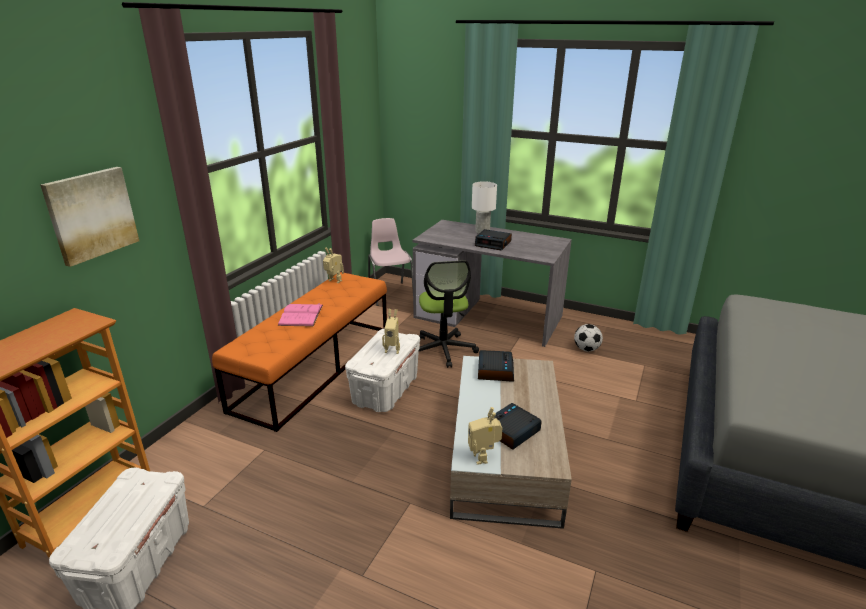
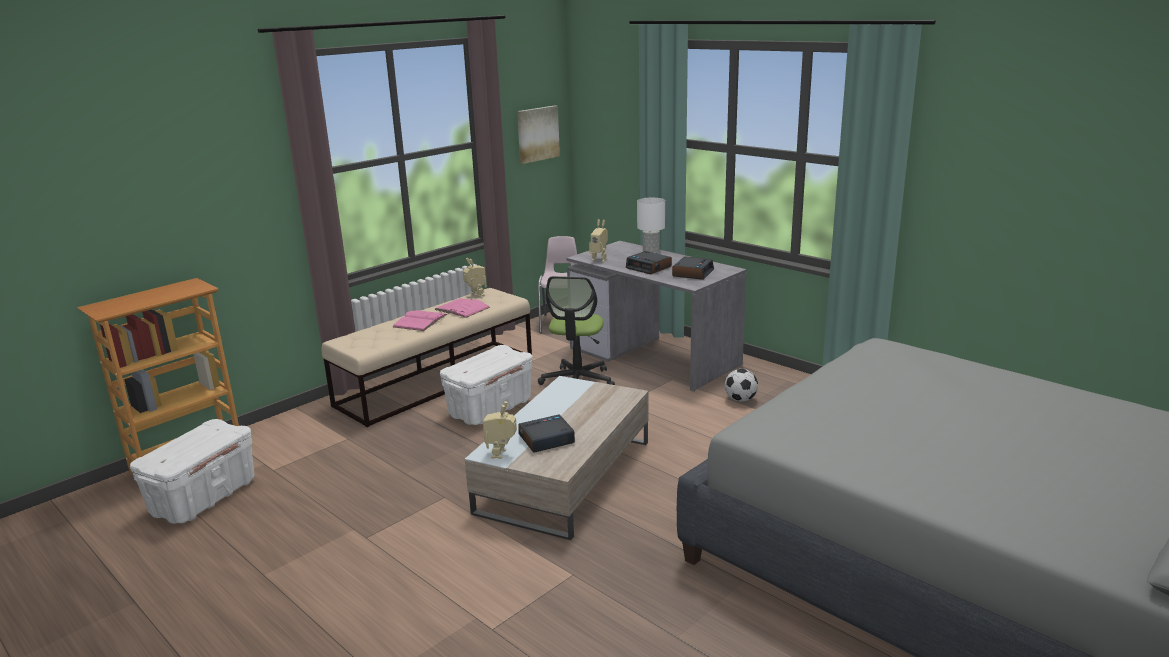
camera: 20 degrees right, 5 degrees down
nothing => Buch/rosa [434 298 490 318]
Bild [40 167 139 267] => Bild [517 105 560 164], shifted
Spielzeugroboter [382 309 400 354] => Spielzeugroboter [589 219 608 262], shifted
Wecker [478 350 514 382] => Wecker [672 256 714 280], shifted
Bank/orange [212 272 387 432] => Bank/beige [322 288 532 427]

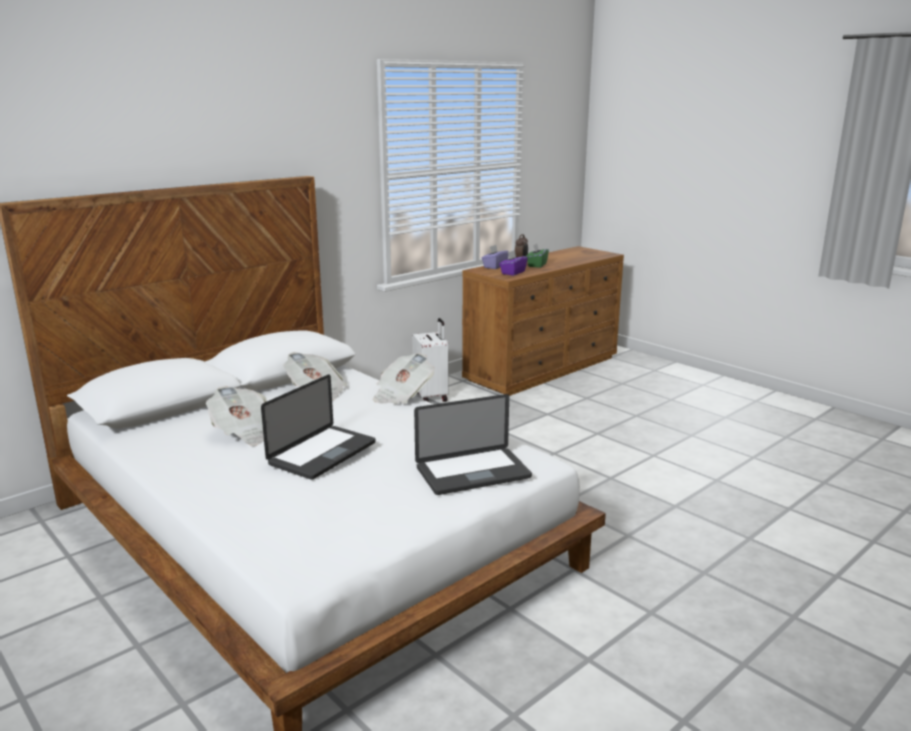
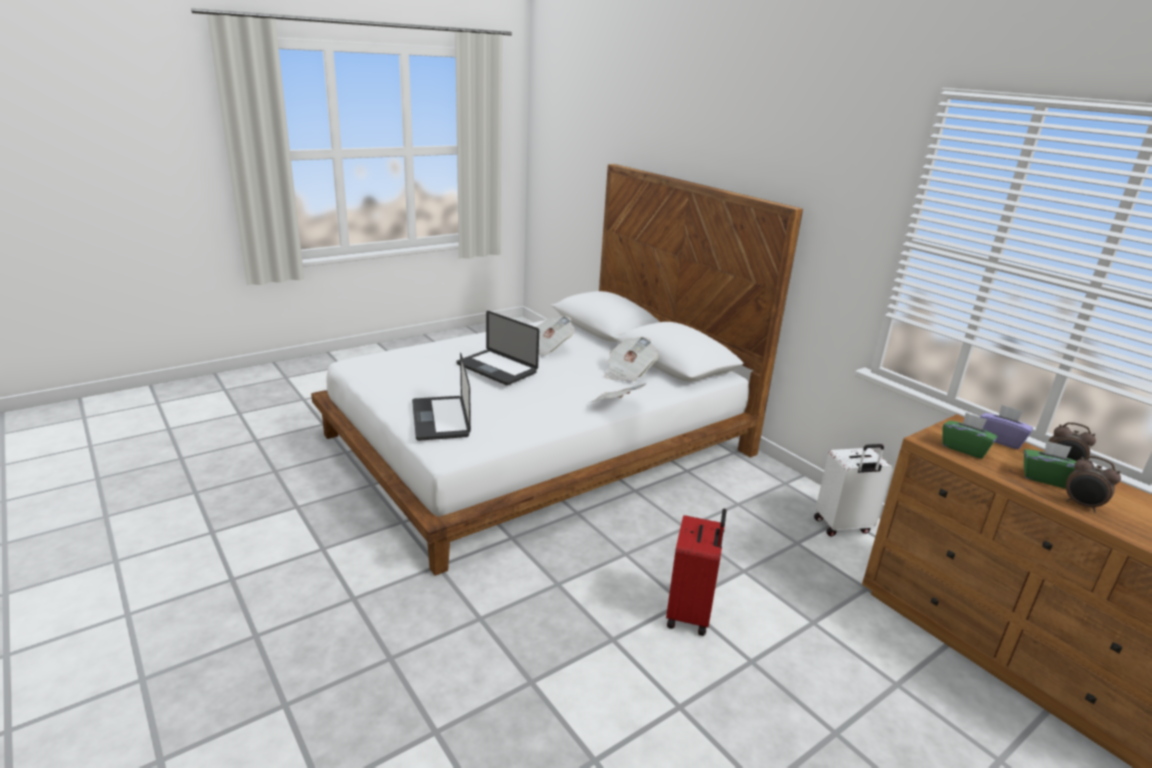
camera: 95 degrees right, 5 degrees up
nothing => Koffer/rot [666 509 727 636]
nothing => Wecker [1066 456 1121 512]
Taschentuchbox/lila [499 250 528 276] => Taschentuchbox/grün [942 412 998 459]

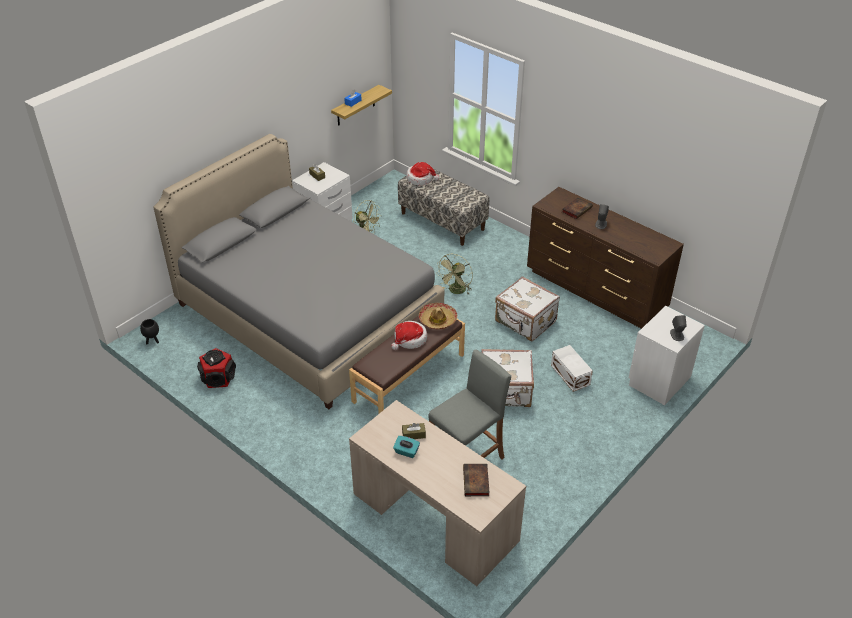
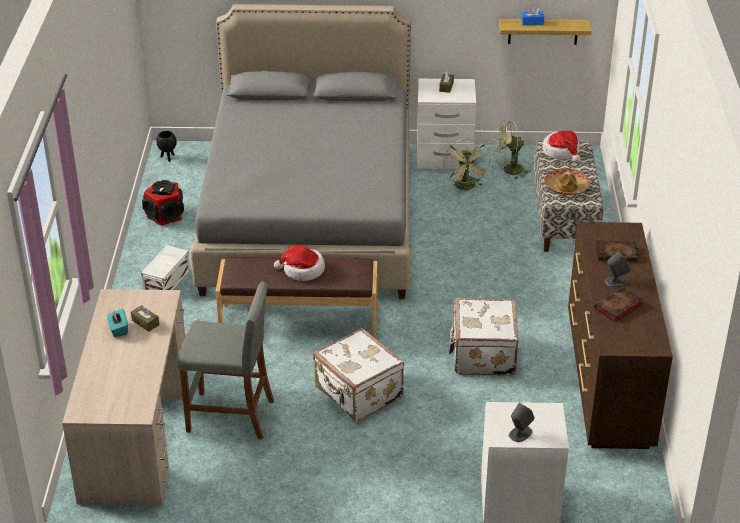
camera: 50 degrees right, 5 degrees down
Hut [419 303 457 330] => Hut [544 168 590 195], shifted
Ventilator/grün [436 254 473 295] => Ventilator/grün [494 120 531 179], shifted
Buch [463 464 490 496] => Buch [594 287 643 322], shifted
Aufbewahrungsbox/weiß [551 345 593 392] => Aufbewahrungsbox/weiß [141 245 190 290], shifted

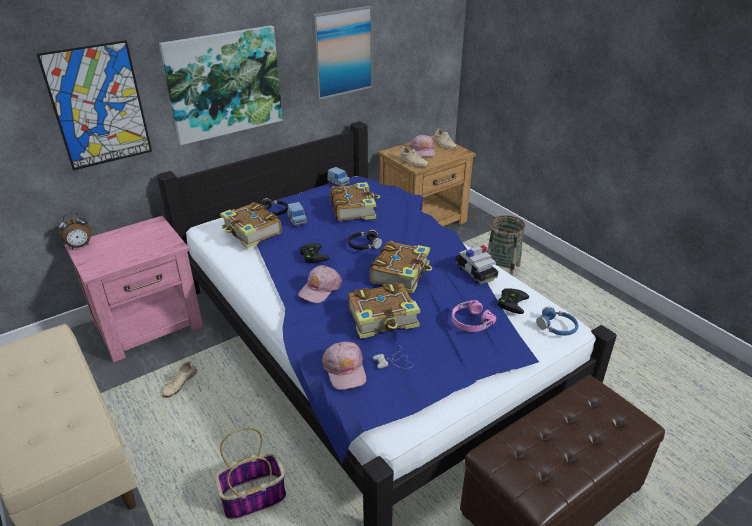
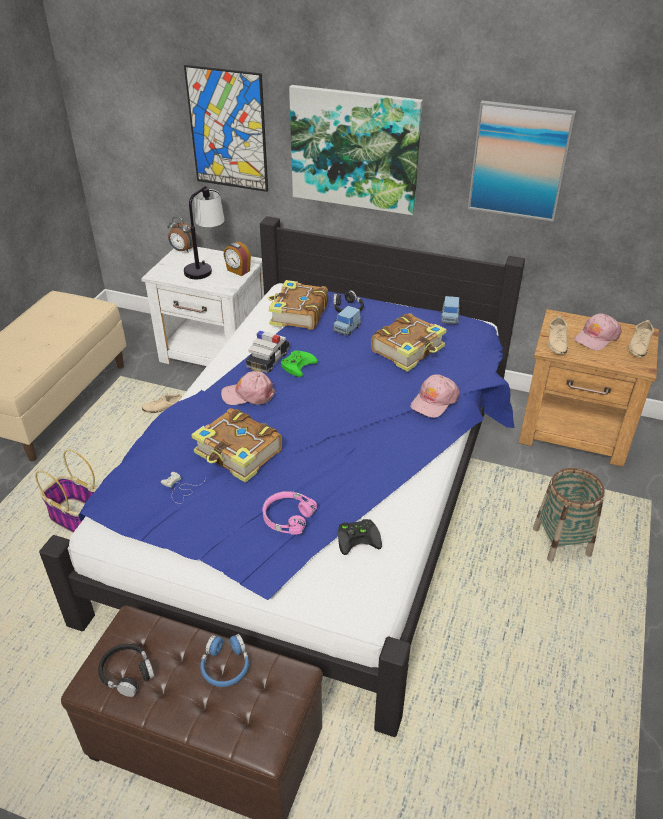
camera: 55 degrees right, 5 degrees up
Buch [370 241 432 294] => nothing
nothing => Tischlampe [184 186 224 279]
nothing => Wecker [224 242 251 276]
Kappe/rosa [322 342 366 390] => Kappe/rosa [410 374 460 418], shifted
Kopfhörer/schwarz [348 230 382 250] => Kopfhörer/schwarz [98 644 154 697], shifted
Spielzeugauto [455 245 499 284] => Spielzeugauto [246 330 289 373], shifted
Kopfhörer/blau [536 307 578 336] => Kopfhörer/blau [200 634 249 687], shifted
Nachttisch/rosa [64 216 203 363] => Nachttisch/weiß [141 247 264 366]
Gamepad/schwarz [300 243 329 263] => Gamepad/grün [281 350 318 377]

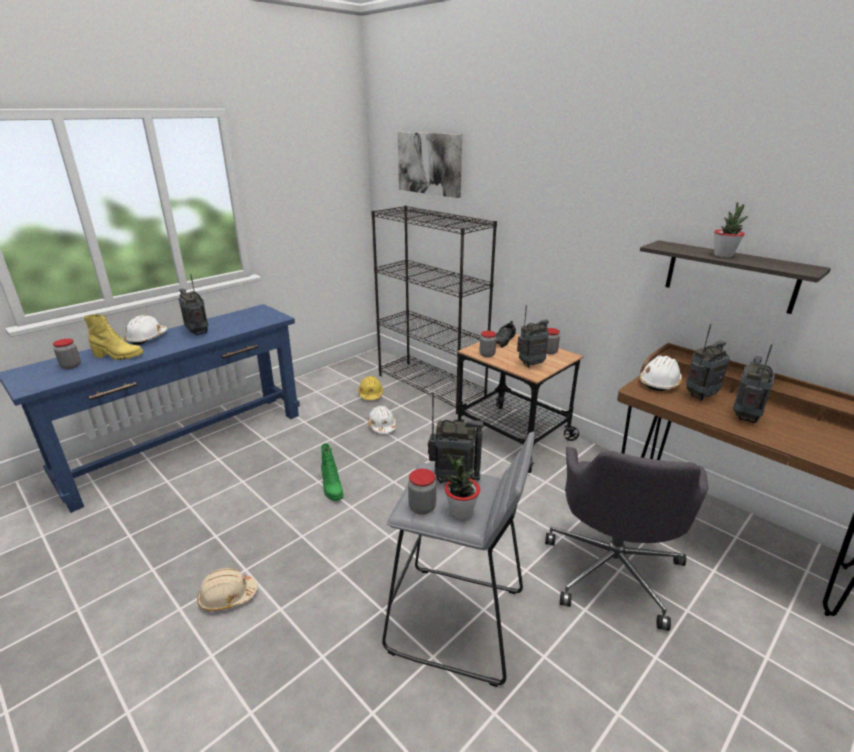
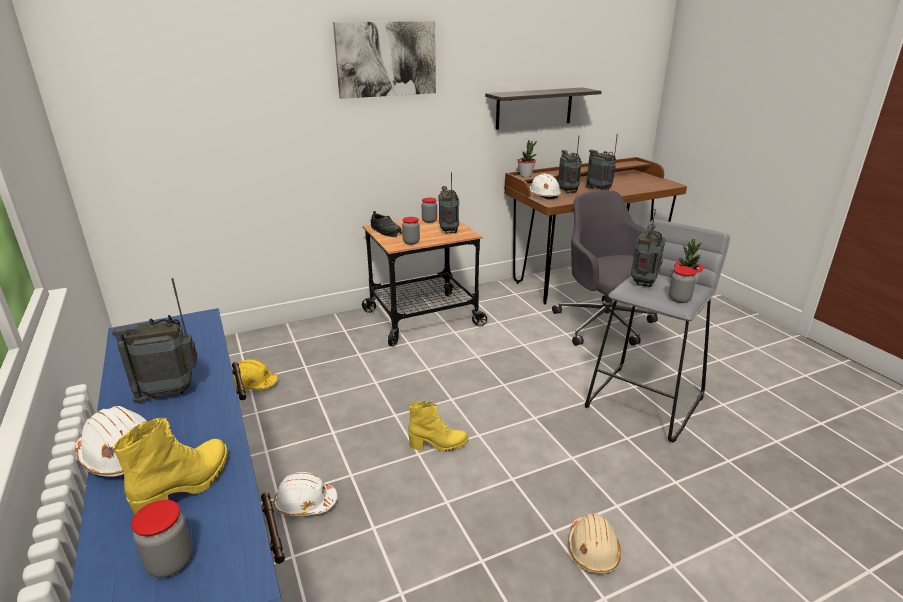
camera: 70 degrees left, 0 degrees up
Bücherregal/schwarz [371 206 497 414] => nothing
Schutzhelm/weiß [368 406 396 433] => Schutzhelm/weiß [274 472 337 516], shifted
Bild [398 132 462 198] => Bild [333 21 436 99], shifted
Topfpflanze [714 202 749 258] => Topfpflanze [517 140 537 177], shifted
Stiefel/grün [321 443 343 501] => Stiefel/gelb [408 401 468 452]
Bürostuhl/grau [545 447 708 631] => Bürostuhl/grau [552 190 658 346], 150 degrees counterclockwise

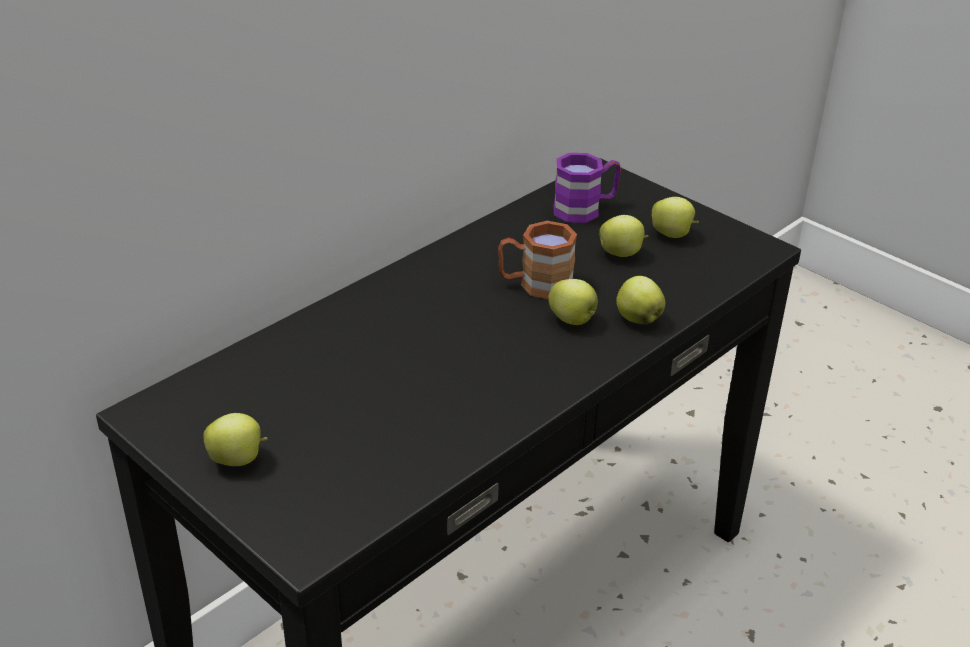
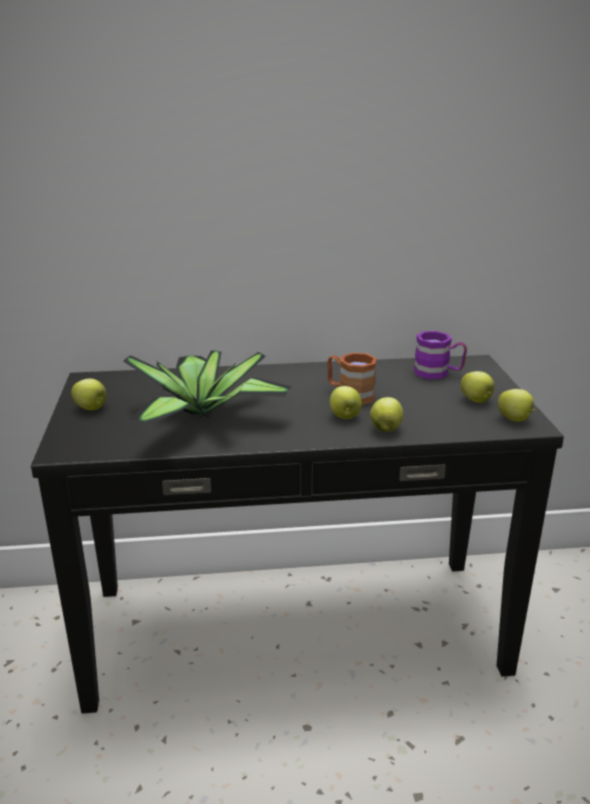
camera: 40 degrees right, 10 degrees down
nothing => Topfpflanze [123 351 292 424]
Apfel [599 215 648 257] => Apfel [498 389 536 422], shifted

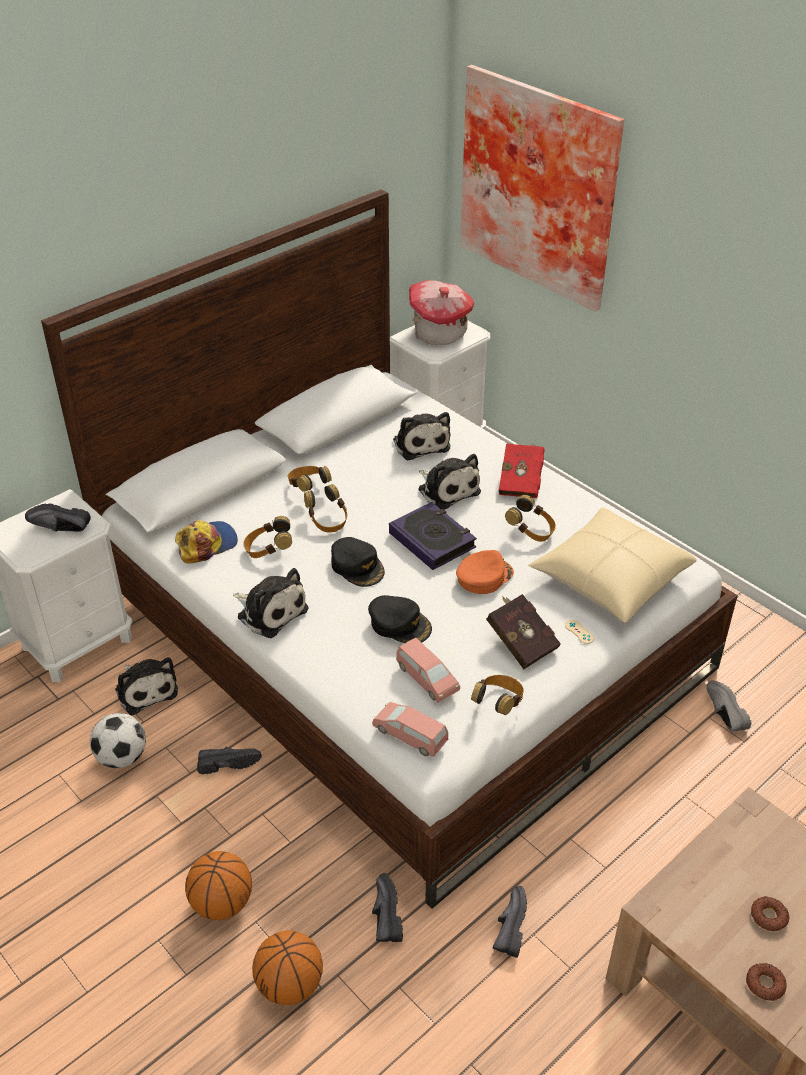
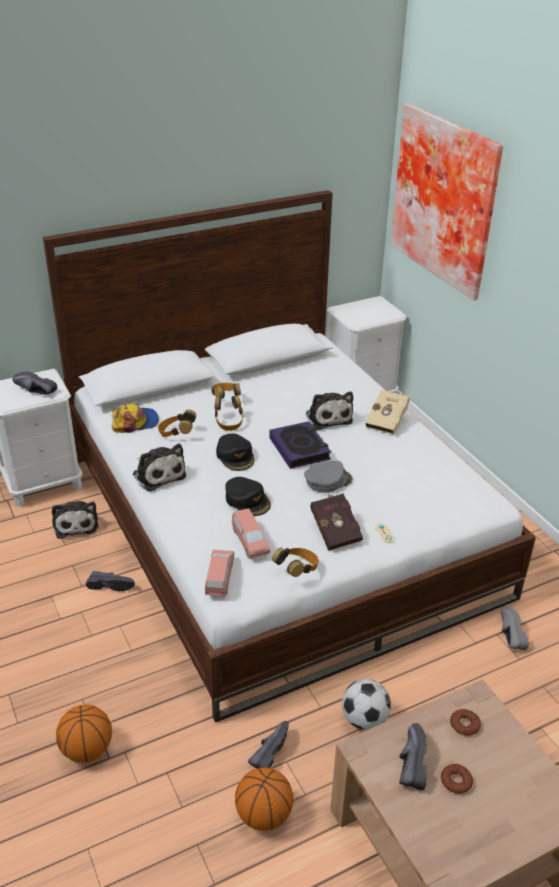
camera: 15 degrees right, 5 degrees down
Plüschtier [393 412 451 460] => nothing
Spielzeughaus [409 280 474 345] => nothing
Kopfhörer [505 495 556 542] => nothing
Kissen/beige [528 508 697 623] => nothing
Fußball [90 713 146 768] => Fußball [342 679 391 730], shifted
Basketball [185 851 252 920] => Basketball [235 767 293 831], shifted
Schuh/schwarz [372 873 403 942] => Schuh/schwarz [399 723 427 791], shifted
Donut [746 963 787 1001] => Donut [450 709 481 736], shifted
Kappe/orange [456 550 514 594] => Kappe/grau [304 461 353 493]
Buch/rot [499 442 545 498] => Buch/beige [365 390 410 434]
Spielzeugauto/rosa [372 702 448 757] => Spielzeugauto/rosa [205 549 234 596], 45 degrees clockwise

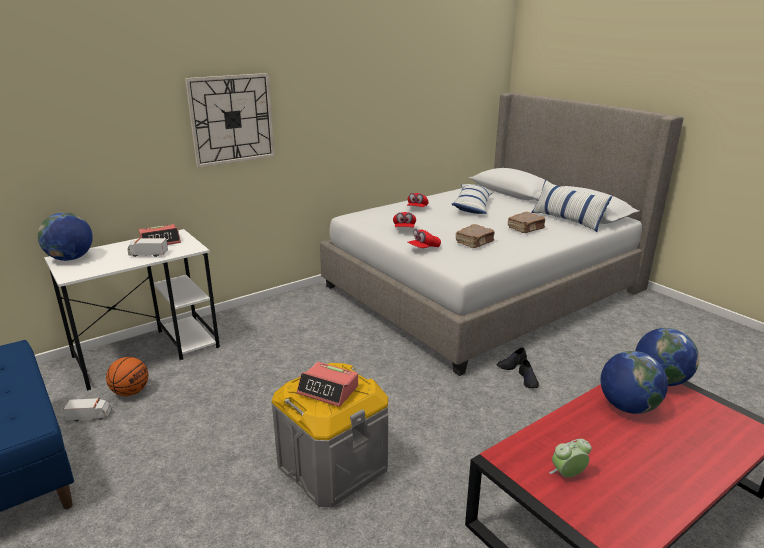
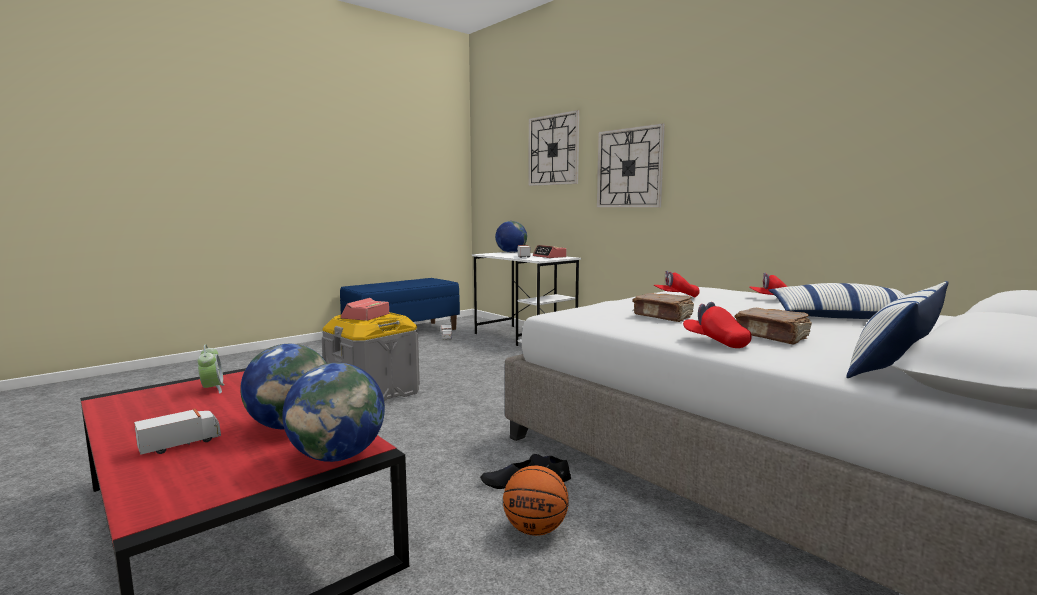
camera: 85 degrees right, 15 degrees down
nothing => Spielzeuglaster [134 408 221 455]
nothing => Wanduhr [528 110 580 186]
Basketball [106 357 148 396] => Basketball [503 466 569 536], shifted
Kappe/rot [407 228 441 248] => Kappe/rot [683 302 751 348], shifted

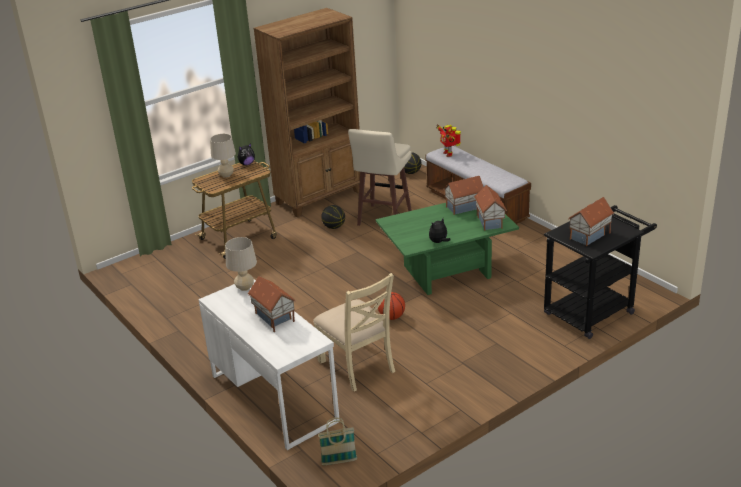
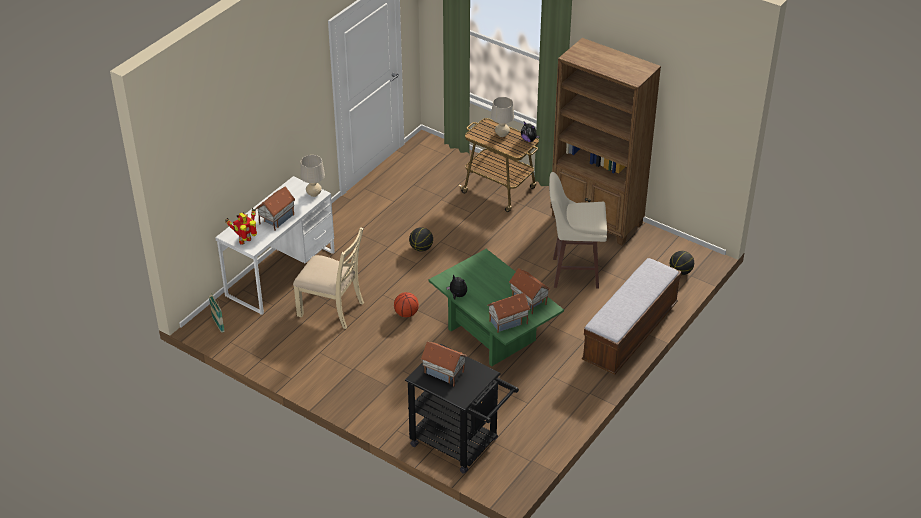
camera: 70 degrees right, 10 degrees up
Basketball [321 205 345 229] => Basketball [409 227 433 252], shifted
Spielzeugroboter [436 124 461 157] => Spielzeugroboter [225 208 257 245], shifted
Stuhl/beige [313 273 395 392] => Stuhl/beige [293 227 364 329], 105 degrees counterclockwise

